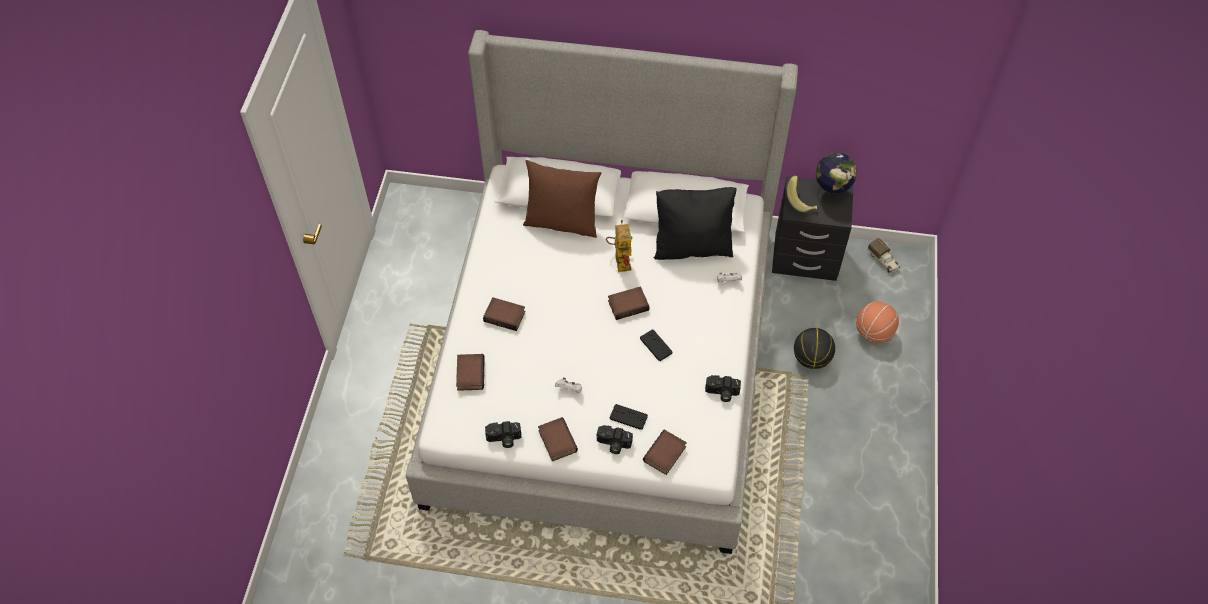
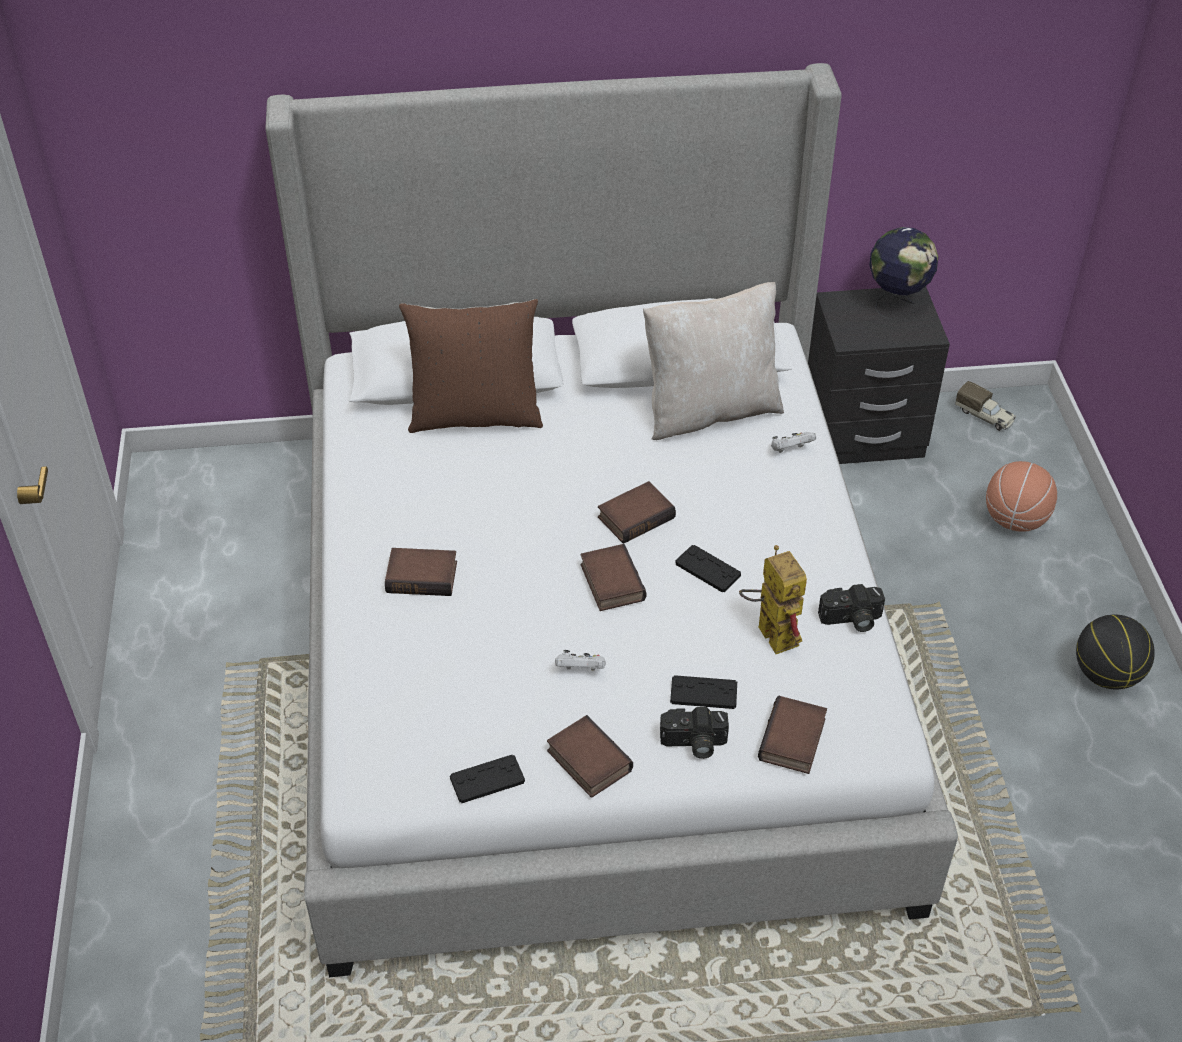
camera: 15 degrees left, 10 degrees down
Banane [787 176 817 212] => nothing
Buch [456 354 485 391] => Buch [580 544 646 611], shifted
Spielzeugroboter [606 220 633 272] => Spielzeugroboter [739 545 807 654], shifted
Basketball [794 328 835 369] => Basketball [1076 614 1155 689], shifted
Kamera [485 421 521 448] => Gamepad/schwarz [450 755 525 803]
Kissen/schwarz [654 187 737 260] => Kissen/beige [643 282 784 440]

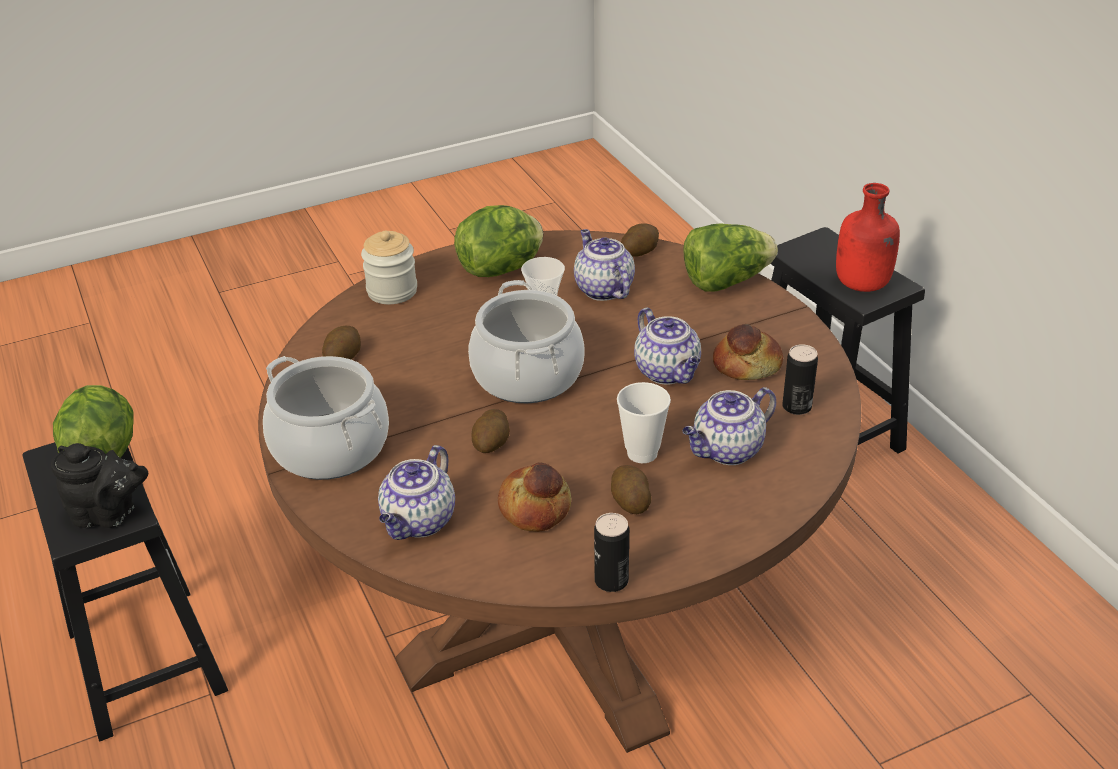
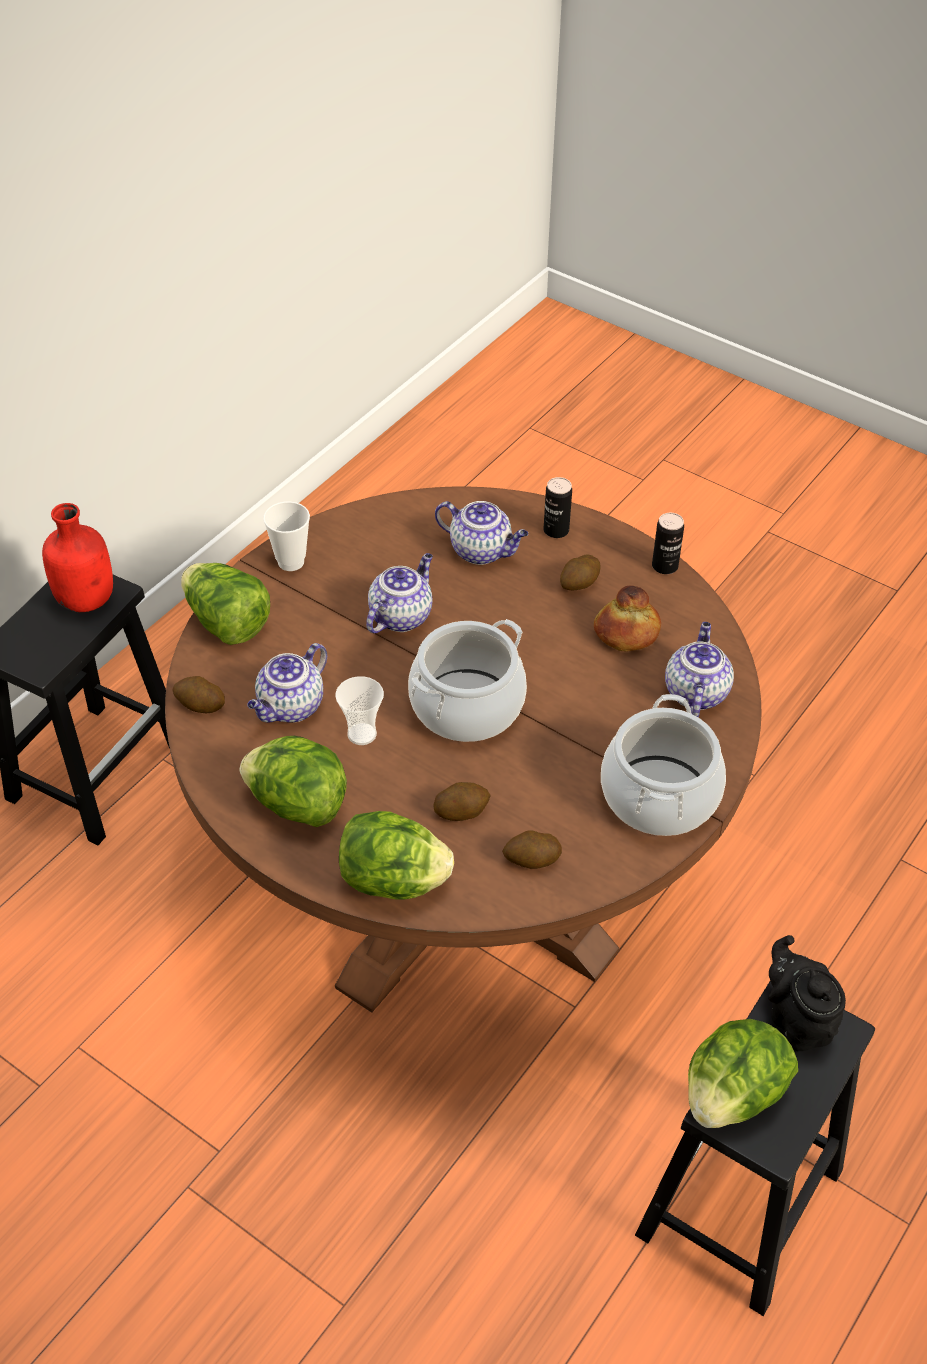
camera: 120 degrees left, 10 degrees up
Brot [713 324 783 380] => nothing
Kartoffel [472 409 510 453] => Kartoffel [434 782 491 821], shifted
Tasse [617 382 671 463] => Tasse [263 501 310 571], shifted
Dose [782 344 818 415] => Dose [544 477 572 538], shifted
Vorratsglas [361 231 417 304] => Salatkopf [339 811 454 900]
Teekanne [378 445 455 540] => Teekanne [665 622 734 717], 75 degrees counterclockwise

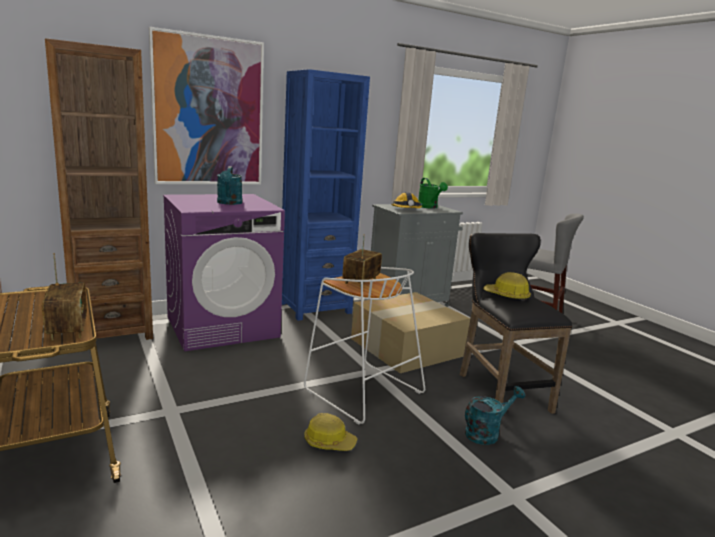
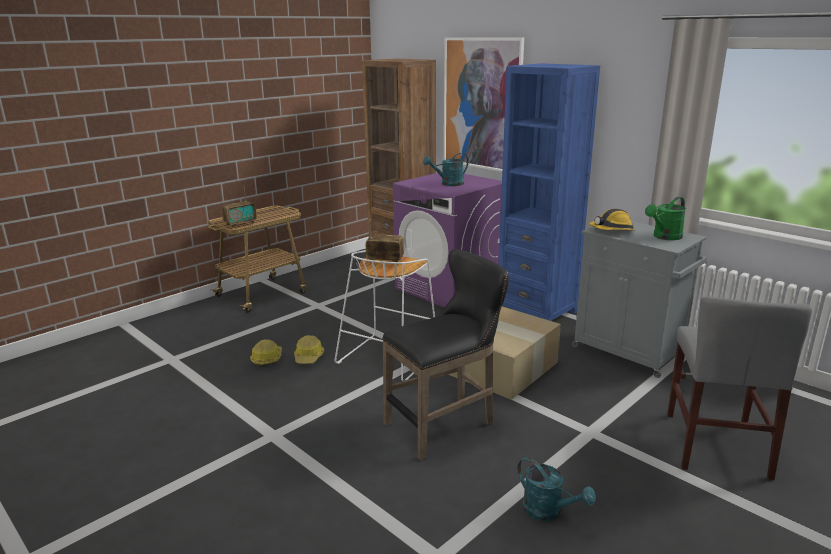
camera: 75 degrees right, 5 degrees up
Gießkanne/türkis [465 386 525 445] => Gießkanne/türkis [518 457 596 521], shifted
Schutzhelm [484 272 531 301] => Schutzhelm [250 339 282 367], shifted

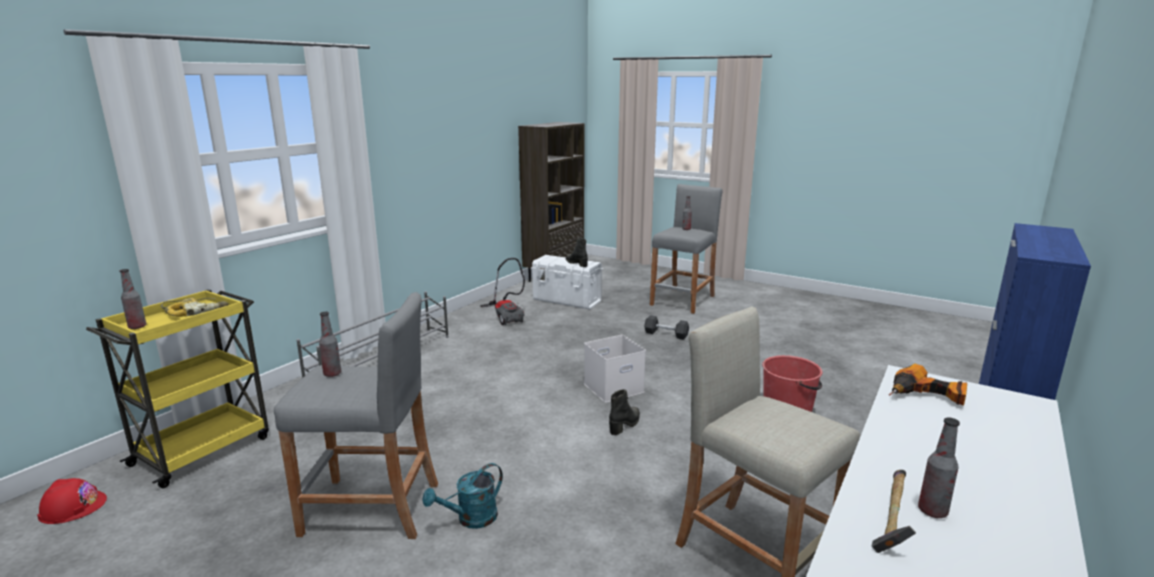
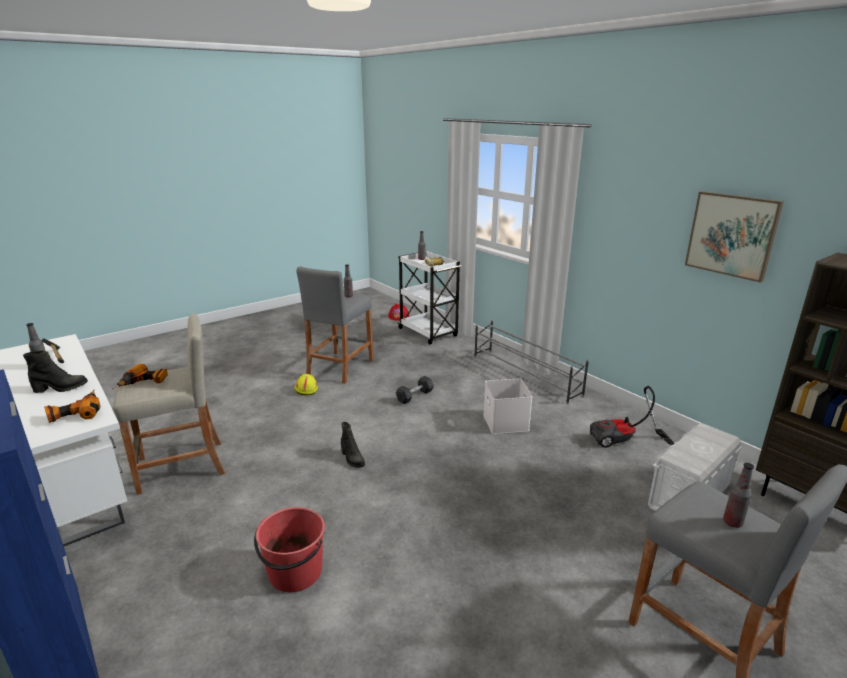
camera: 110 degrees right, 5 degrees up
nothing => Bohrmaschine [112 364 168 389]
nothing => Bild [685 191 784 283]
Stiefel/schwarz [566 237 588 267] => Stiefel/schwarz [23 350 88 393], shifted
Aufbewahrungsbox/weiß [584 335 646 403] => Aufbewahrungsbox/weiß [483 378 533 434], shifted
Hantel/grau [644 315 689 340] => Hantel/grau [396 376 434 404], shifted
Gießkanne/türkis [422 463 503 529] => Schutzhelm/gelb [294 374 318 396]
Rollwagen/gelb [86 289 269 488] => Rollwagen/weiß [398 251 461 344]

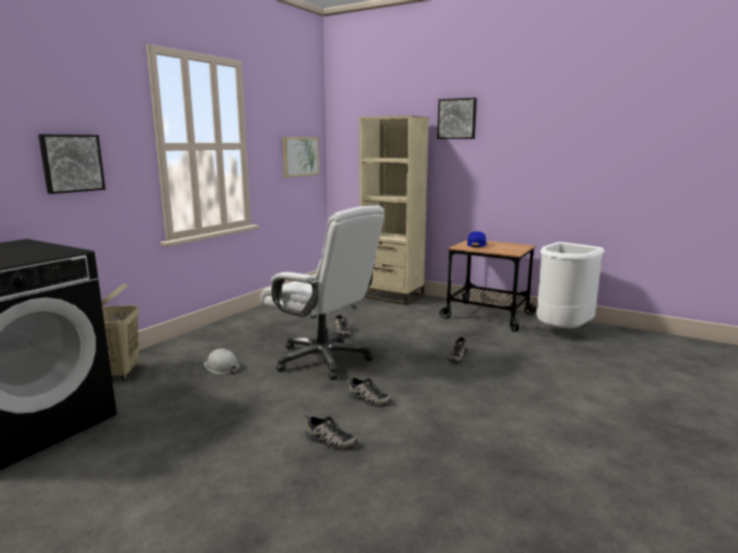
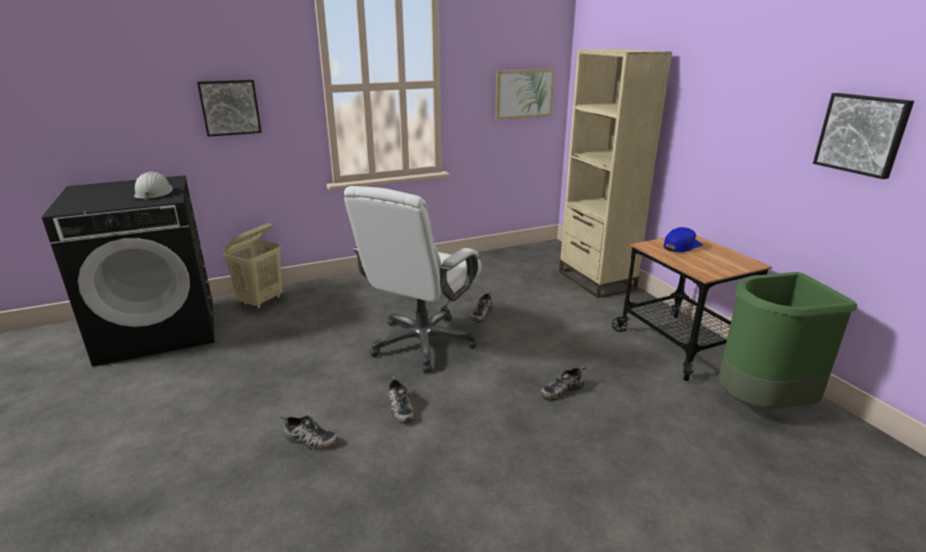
camera: 35 degrees right, 10 degrees up
Schutzhelm/weiß [203 349 240 374] => Schutzhelm/weiß [134 172 173 200], shifted
Bild [437 98 477 139] => Bild [813 93 914 179], shifted
Mülleimer/weiß [536 242 604 328] => Mülleimer/grün [719 272 857 410]
Bürostuhl/weiß [260 206 385 380] => Bürostuhl/weiß [344 186 481 373], 45 degrees clockwise
Schuh [304 414 357 451] => Schuh [280 415 339 451], 45 degrees counterclockwise

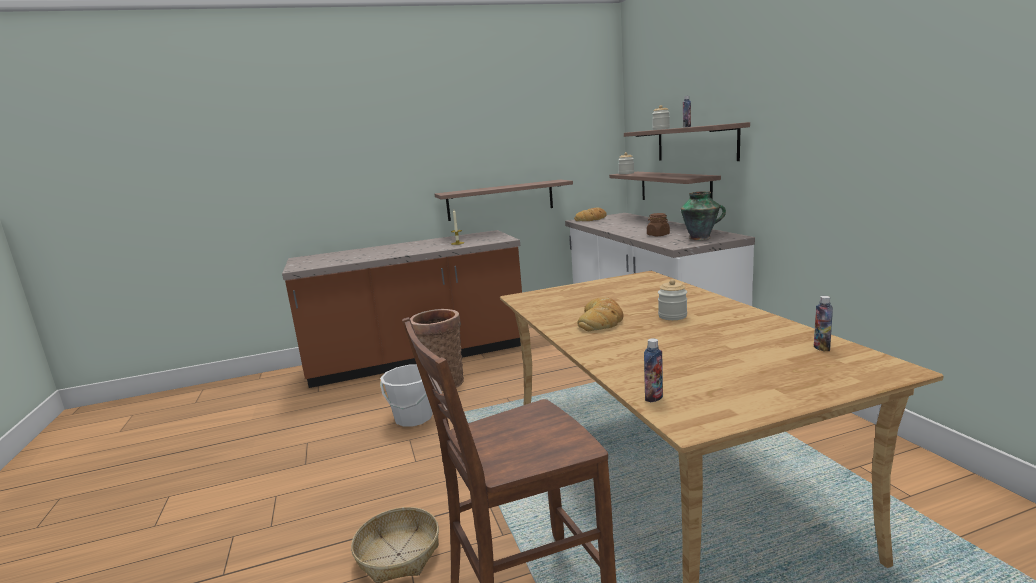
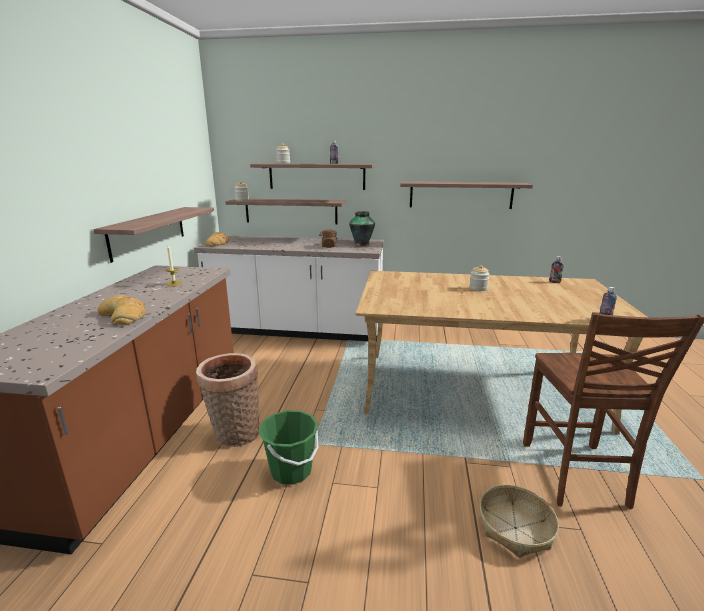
camera: 65 degrees left, 5 degrees up
nothing => Wandregal [400 181 533 209]
Brot [577 297 623 331] => Brot [98 295 146 325], shifted
Eimer/weiß [380 364 433 427] => Eimer/grün [258 410 319 485]

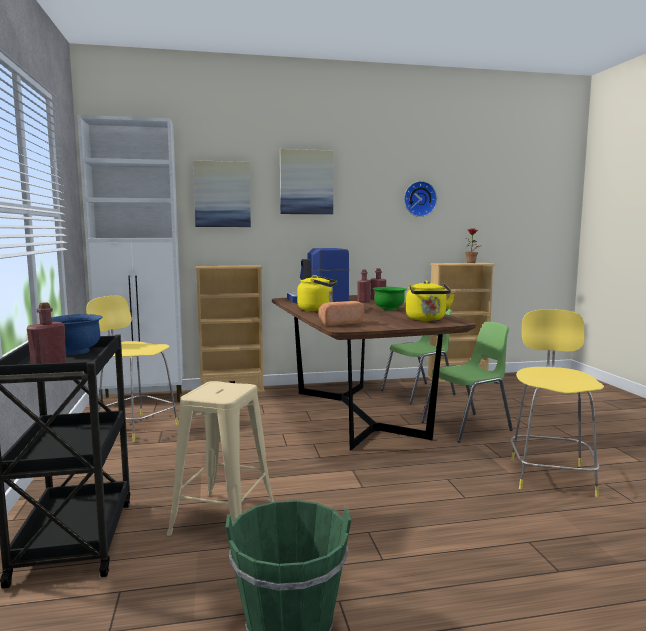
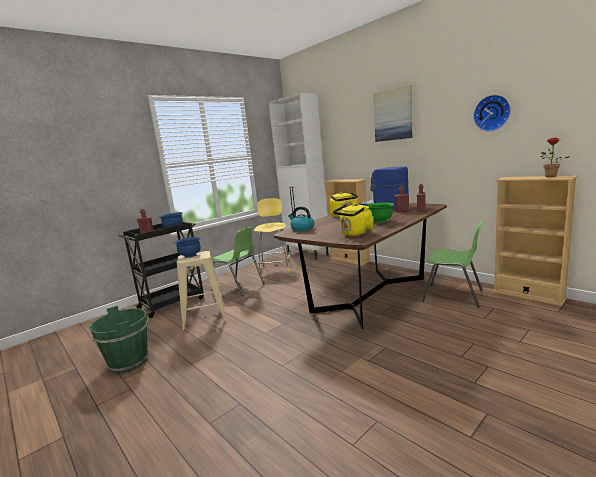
camera: 60 degrees right, 5 degrees up
Bild [193 160 251 227] => nothing
Hocker/gelb [510 309 604 497] => nothing
nothing => Schüssel/blau [174 237 201 258]
Stuhl/grün [421 322 513 443] => Stuhl/grün [211 227 264 296], shifted
Brot [318 301 364 326] => Wasserkessel [288 206 314 231]

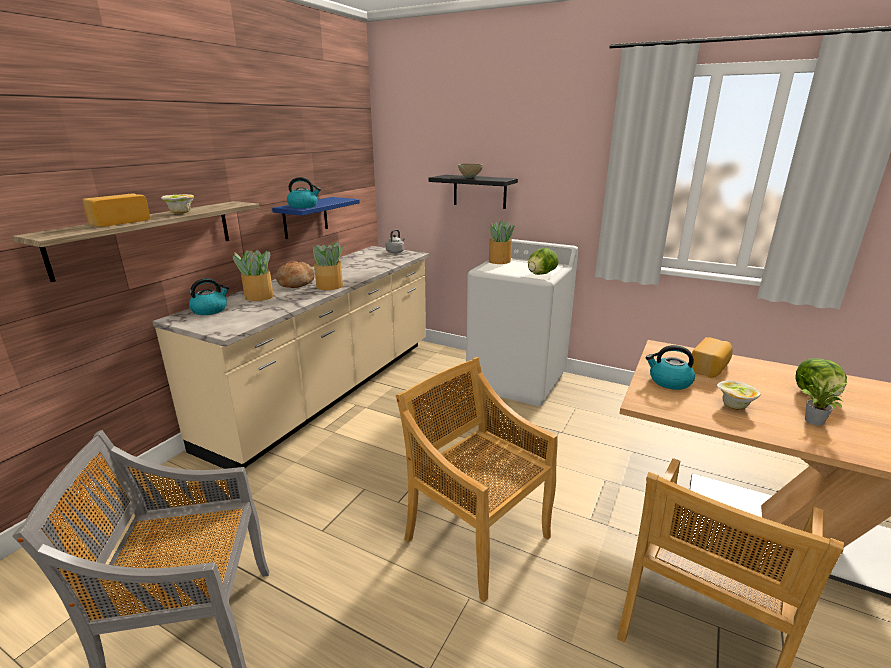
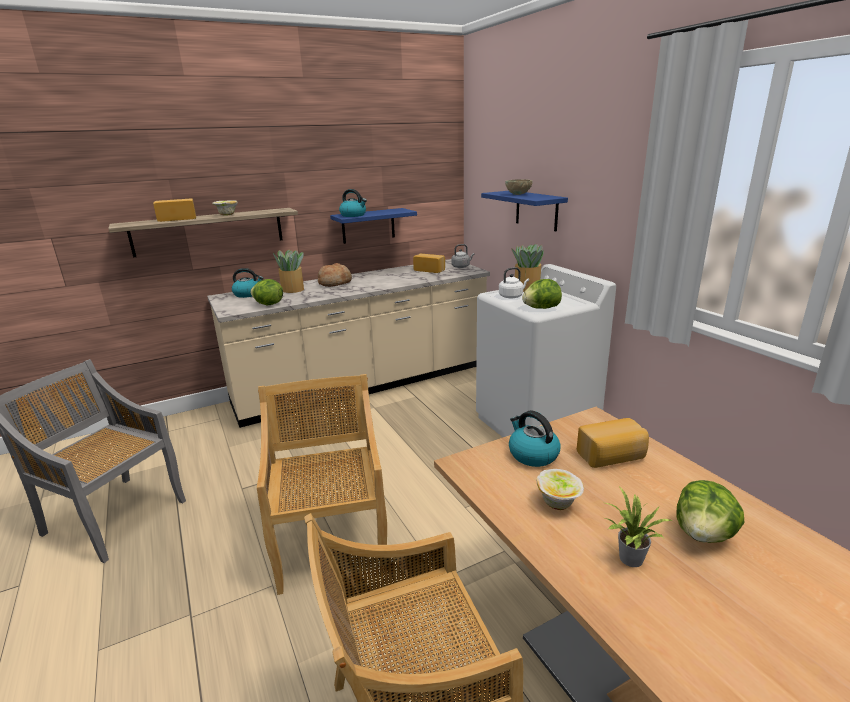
camera: 35 degrees right, 0 degrees up
Topfpflanze [311 242 345 290] => nothing
nothing => Salatkopf [250 279 283 306]
nothing => Brot [413 254 445 273]
nothing => Wasserkessel/weiß [499 267 529 298]
Wandregal/schwarz [429 175 518 209] => Wandregal/blau [481 191 568 231]

